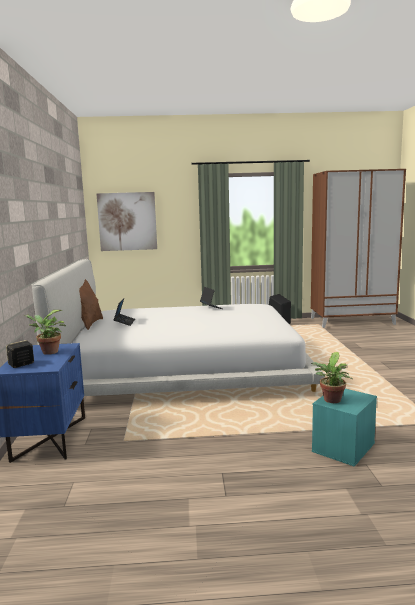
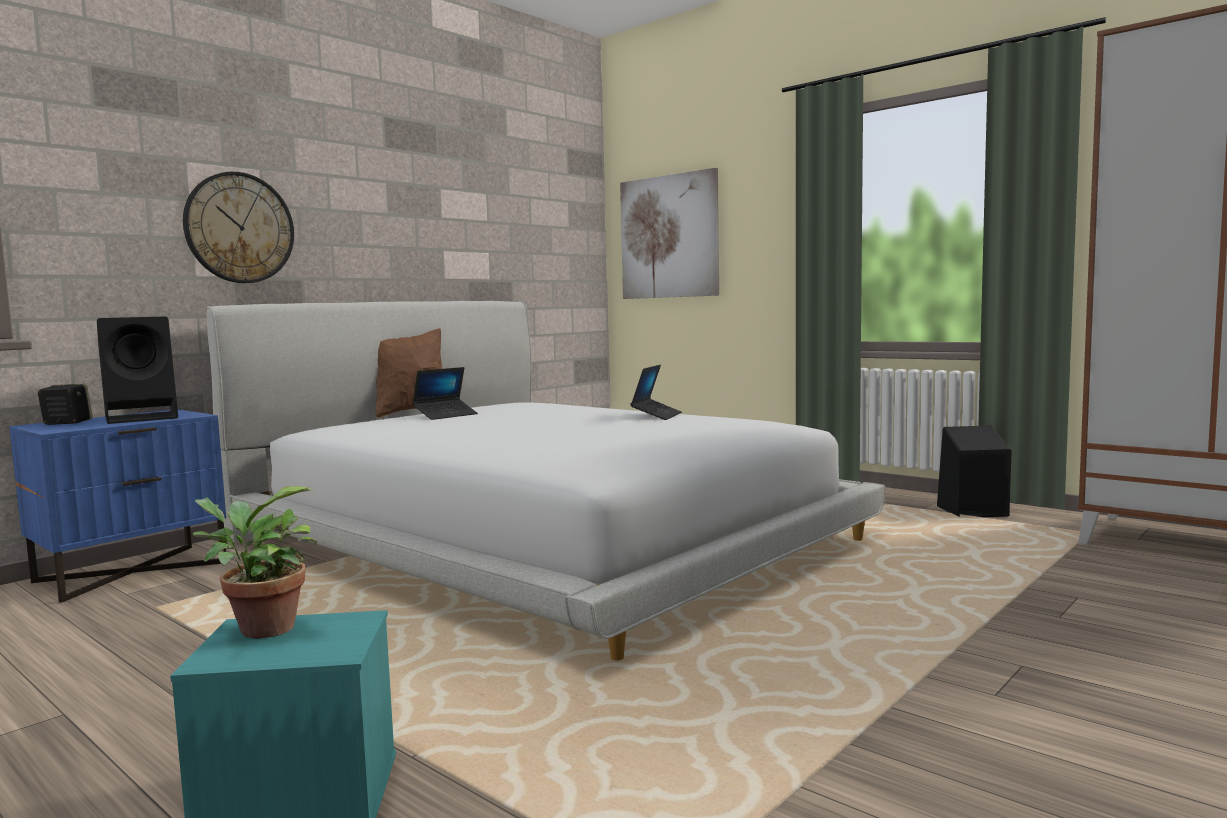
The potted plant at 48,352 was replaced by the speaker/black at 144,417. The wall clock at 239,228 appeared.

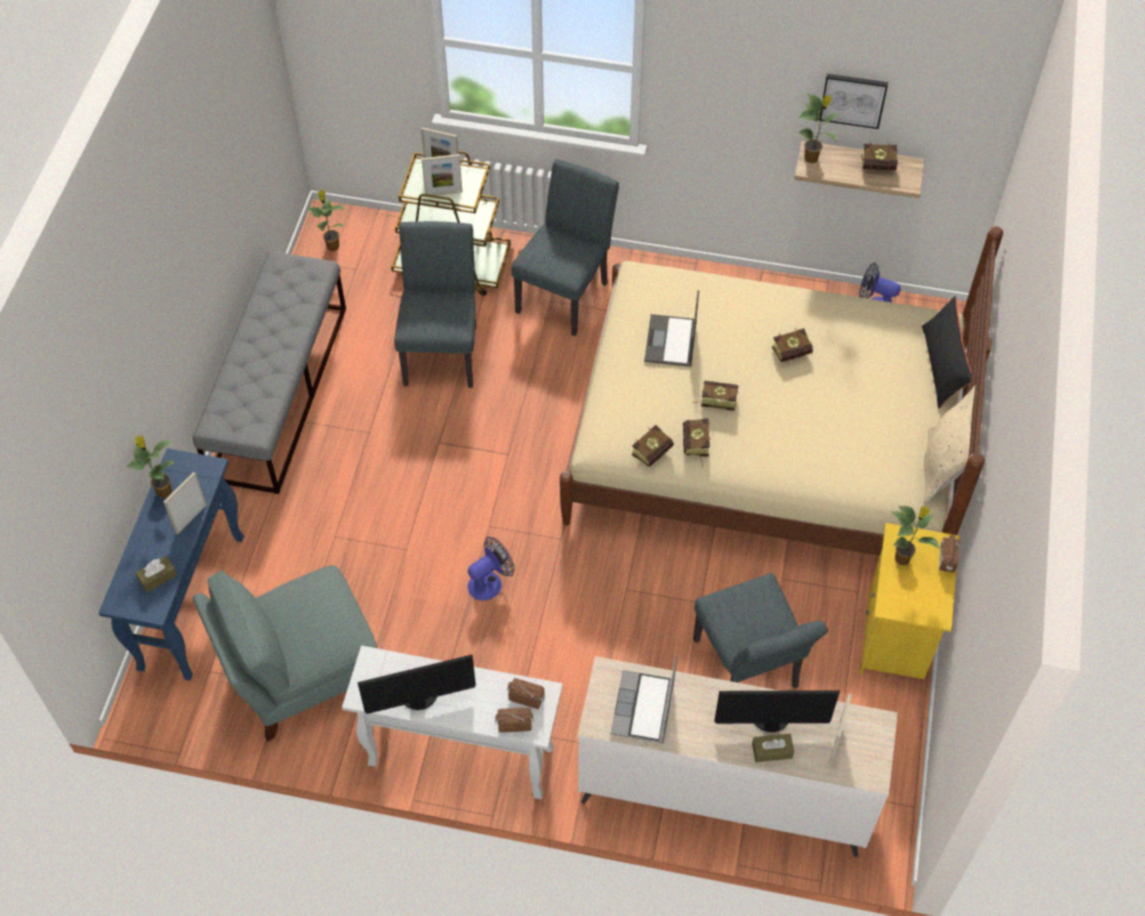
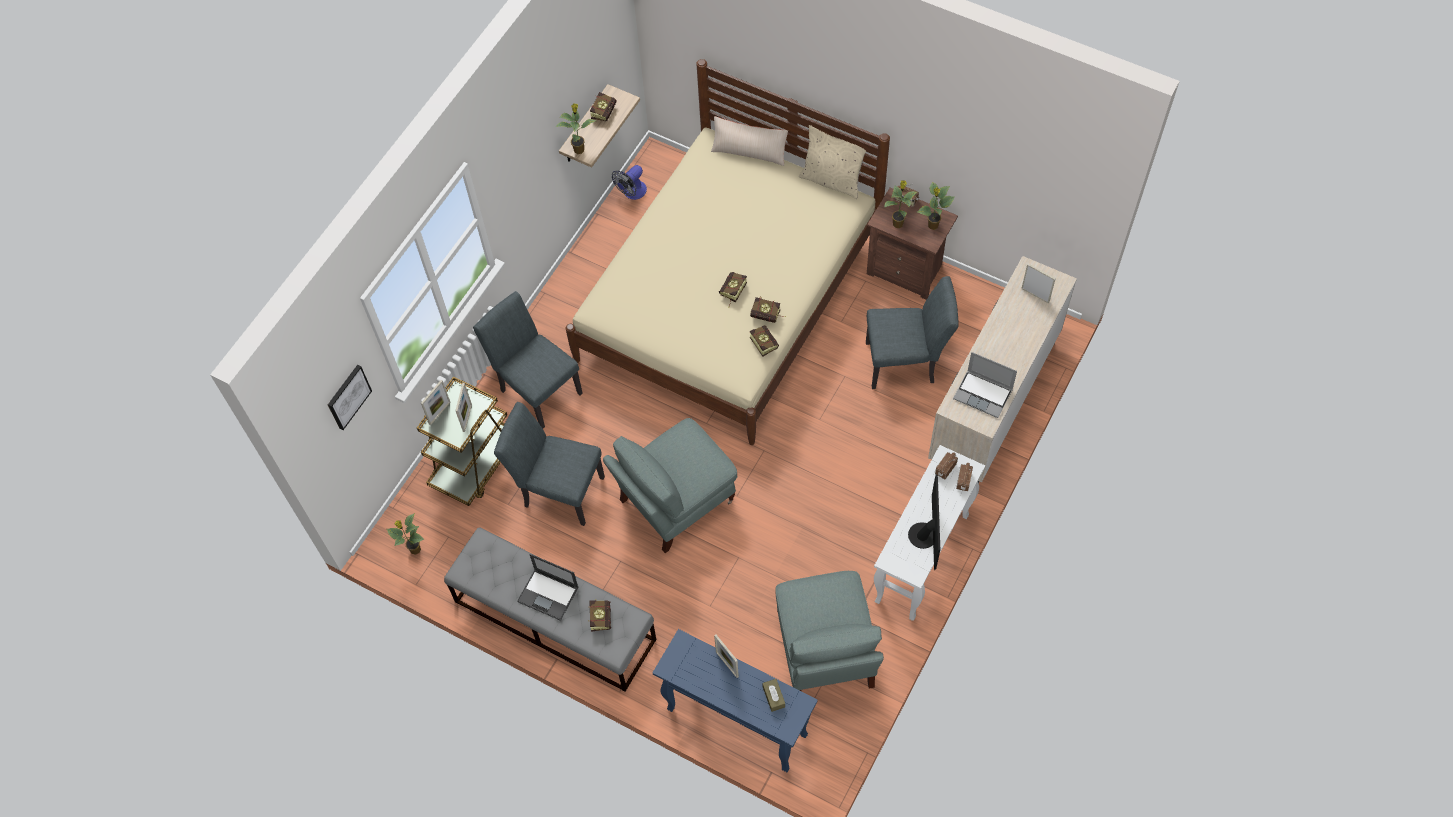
The picture moved from 853,99 to 348,396. The laptop moved from 671,342 to 549,594. The pillow/black at 942,366 became the pillow/beige at 749,151. The book moved from 795,352 to 600,615. The potted plant moved from 163,491 to 932,226. The nightstand/yellow at 896,638 became the nightstand/brown at 907,270. The fan at 490,582 disappeared. The monitor at 770,718 disappeared. The tissue box/brown at 772,751 disappeared. The armchair/grey at 675,501 appeared.

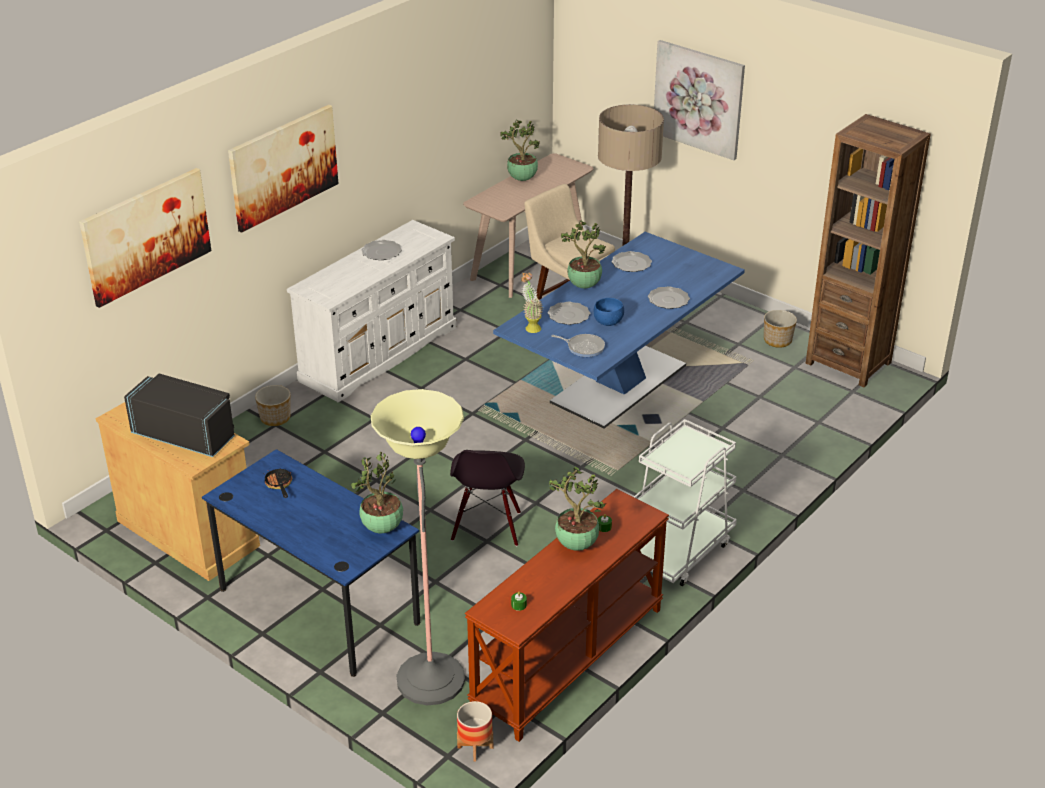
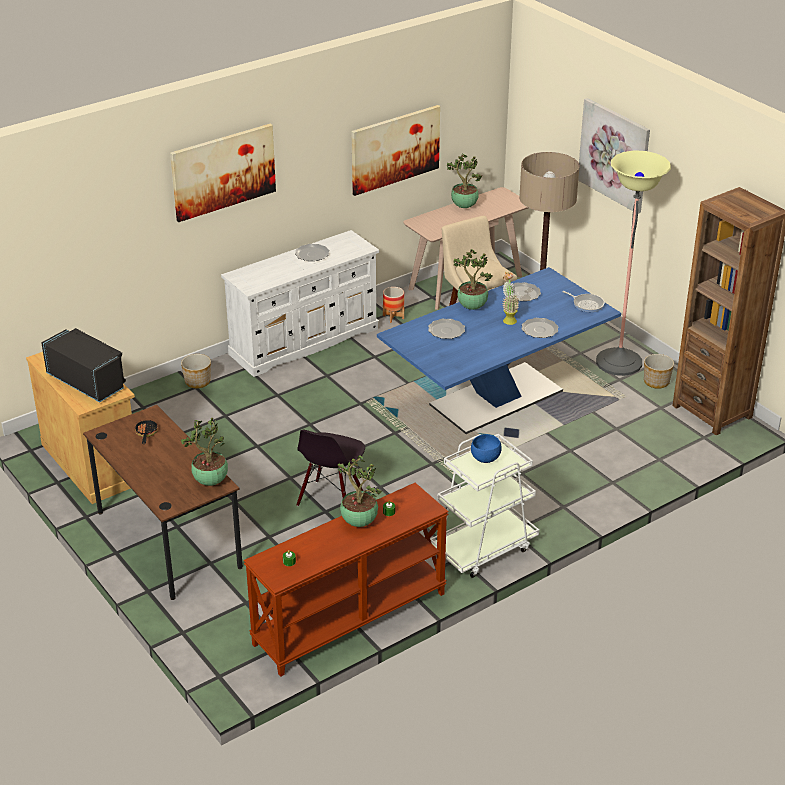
The picture moved from 146,236 to 395,149. The potted plant moved from 530,327 to 508,319. The bowl/blue moved from 608,322 to 485,458. The frying pan moved from 583,347 to 586,304. The floor lamp moved from 431,679 to 619,362. The desk/blue at 318,606 became the desk/brown at 168,539. The planter moved from 475,747 to 393,317.

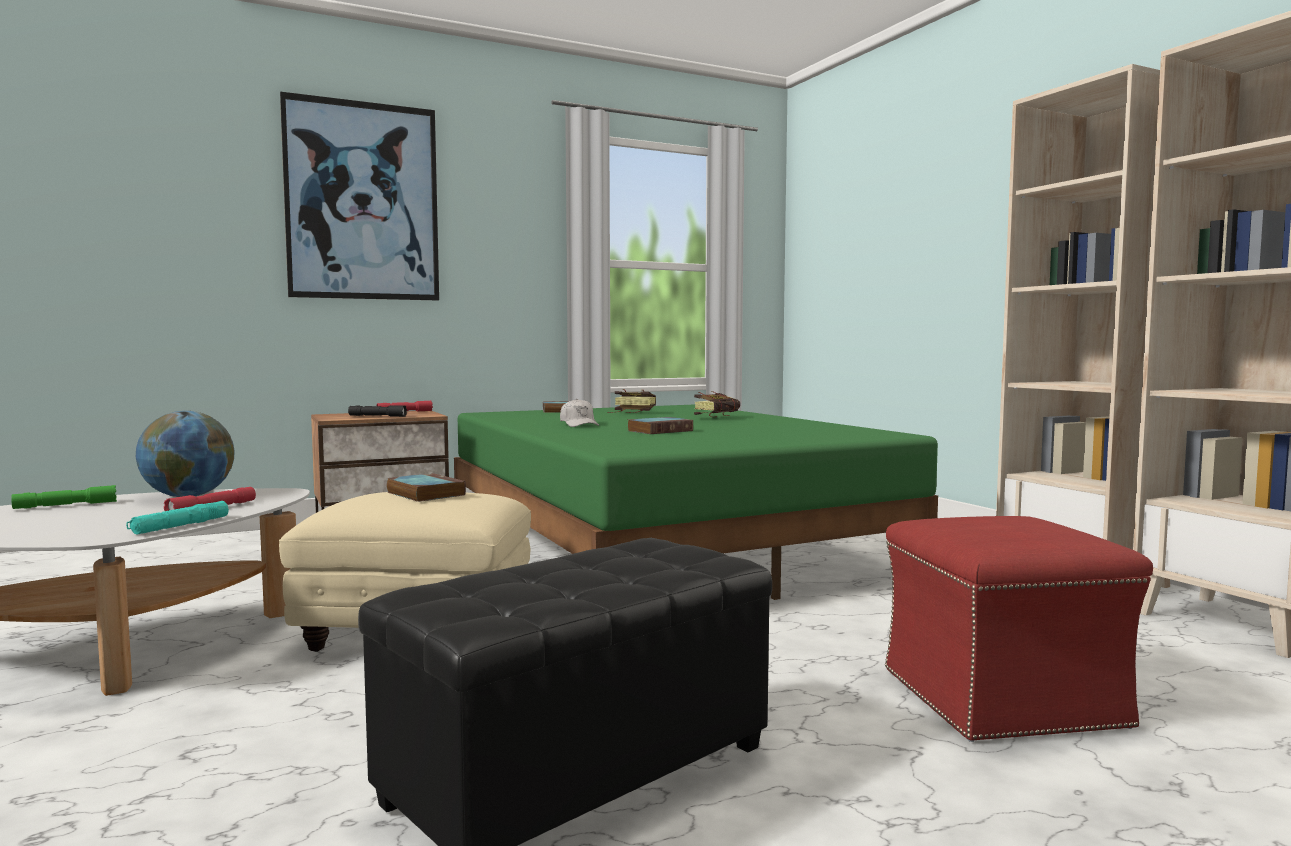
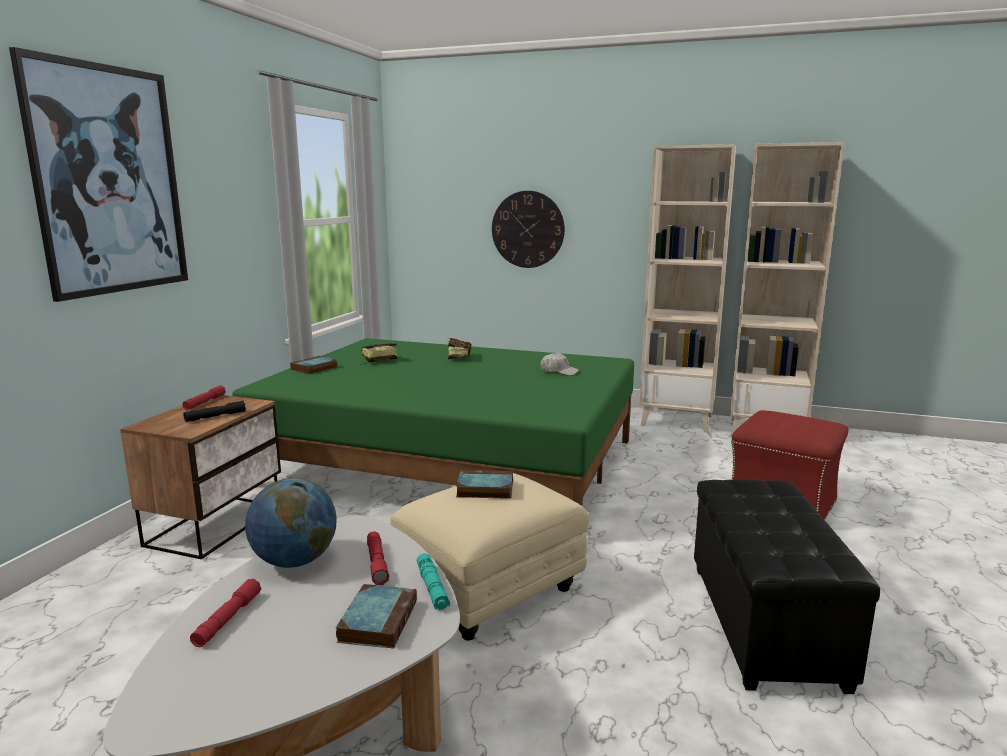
The cap/white moved from 579,424 to 559,371. The book moved from 660,430 to 378,620. The flashlight/green at 66,505 became the flashlight/red at 228,619. The wall clock at 528,229 appeared.

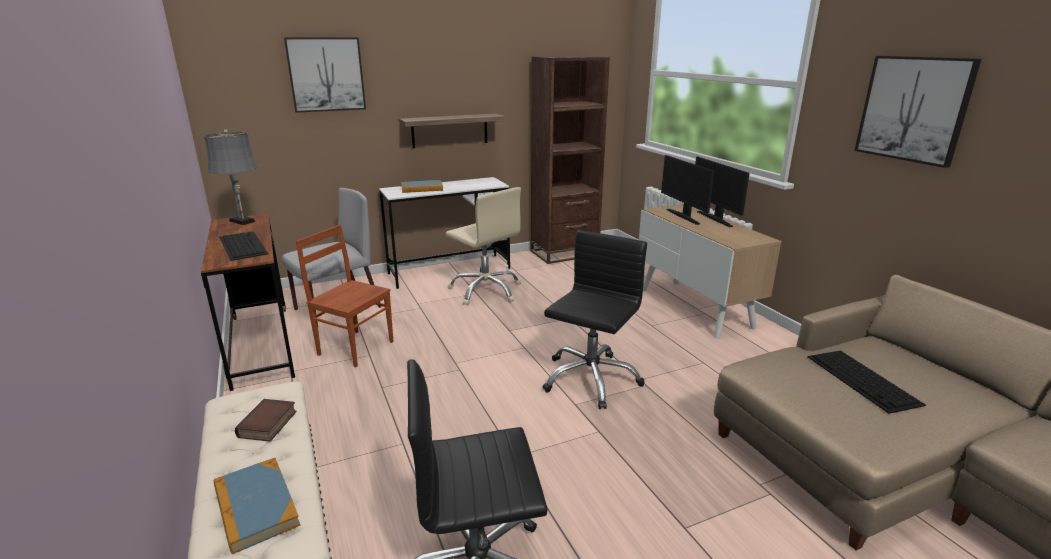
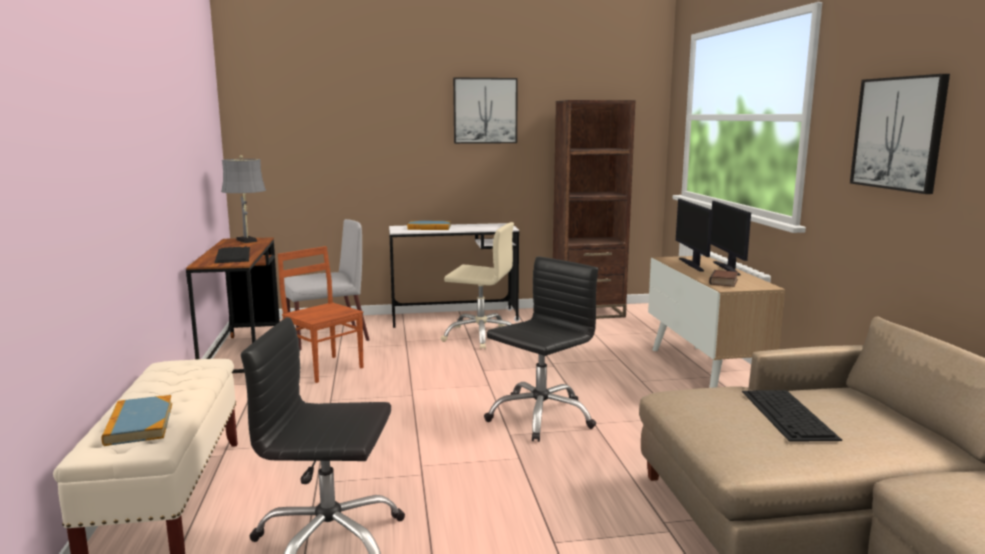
The picture moved from 326,74 to 485,110. The shelf at 450,130 disappeared. The office chair/beige at 486,290 turned 45 degrees counterclockwise. The book moved from 268,425 to 724,282.

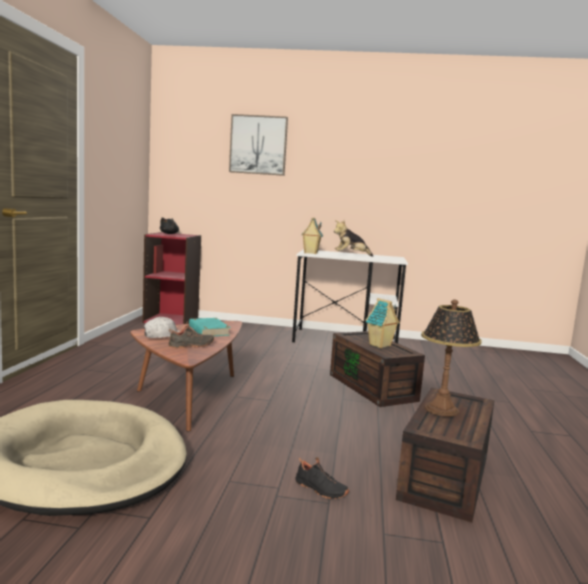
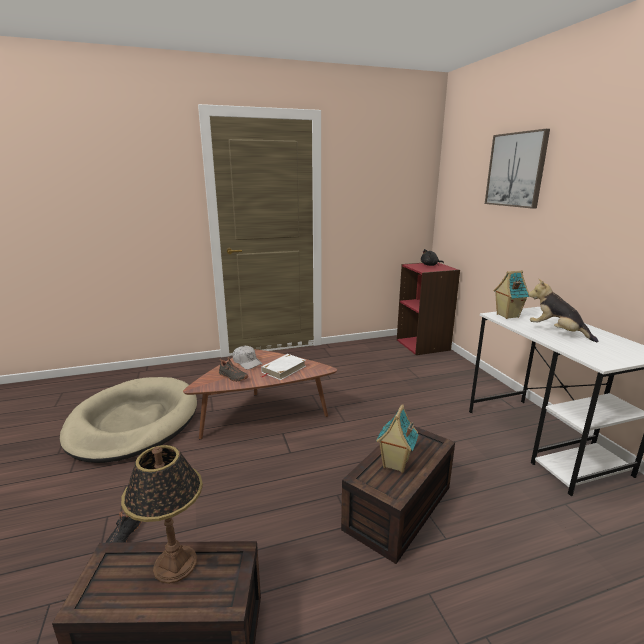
The book/turquoise at 208,331 became the book/white at 283,369.

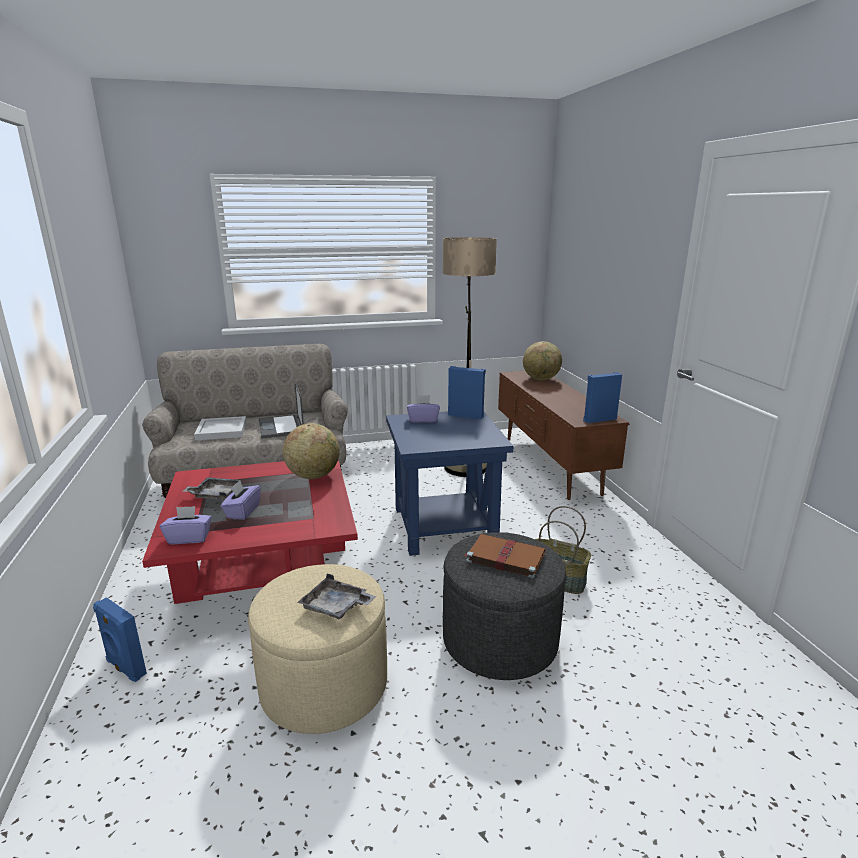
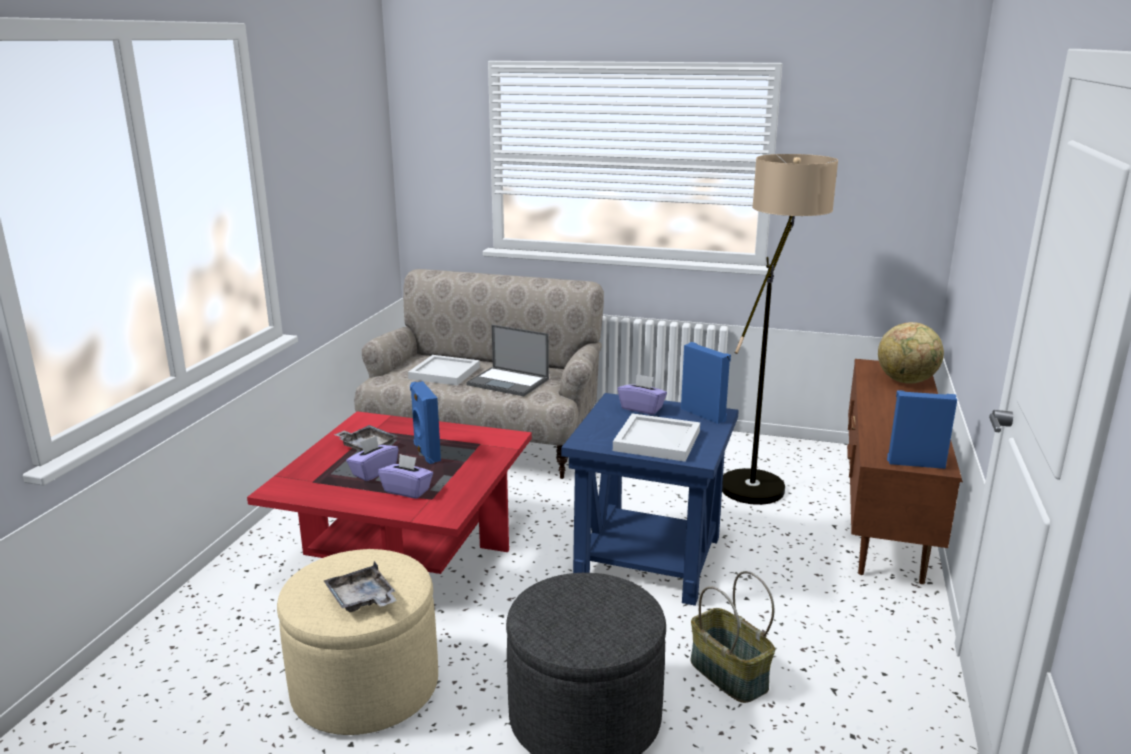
The laptop at 281,427 turned 75 degrees counterclockwise. The globe at 313,476 disappeared. The tissue box/purple moved from 189,538 to 407,490. The book/brown at 504,557 disappeared. The speaker/blue moved from 125,668 to 426,453. The tray/white at 655,441 appeared.

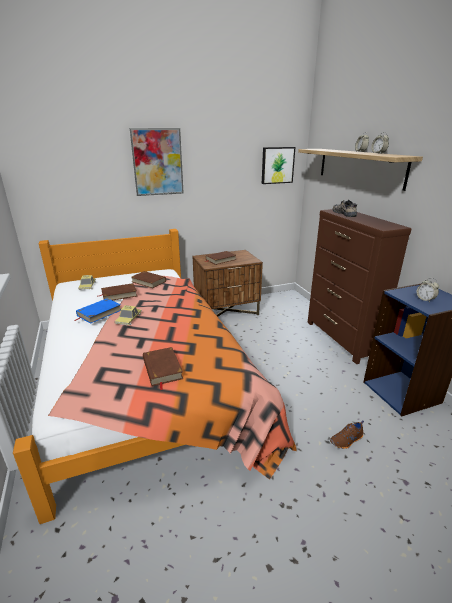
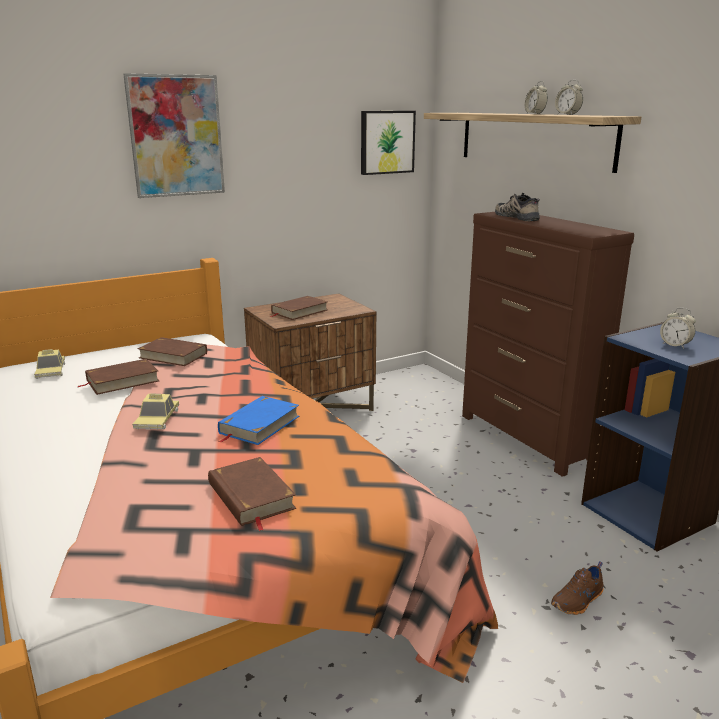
The book/blue moved from 99,313 to 259,425.

